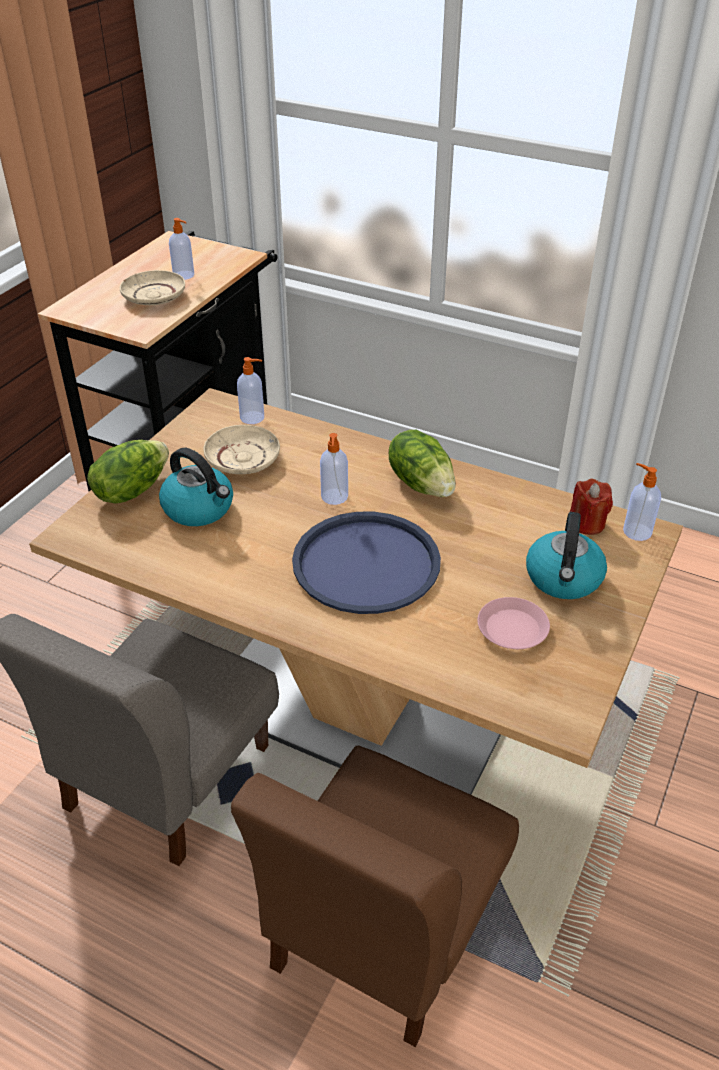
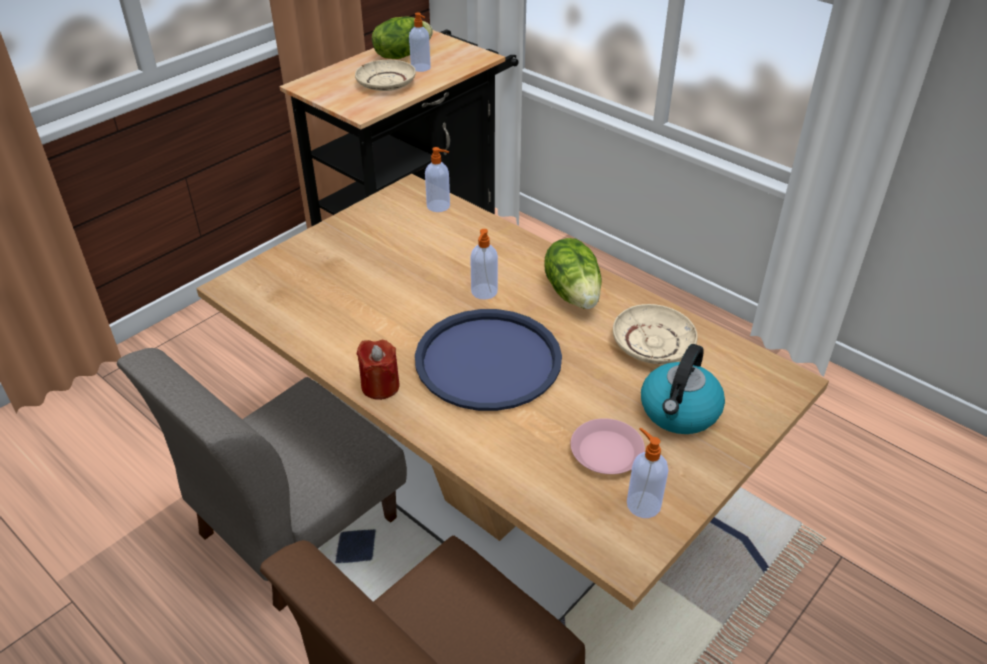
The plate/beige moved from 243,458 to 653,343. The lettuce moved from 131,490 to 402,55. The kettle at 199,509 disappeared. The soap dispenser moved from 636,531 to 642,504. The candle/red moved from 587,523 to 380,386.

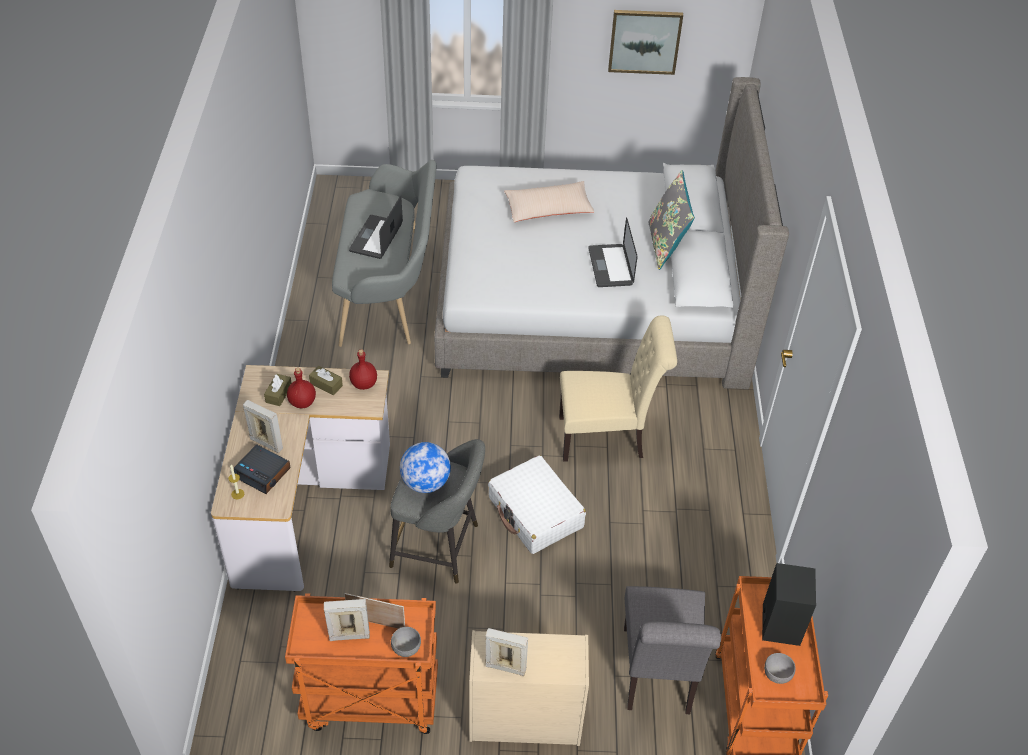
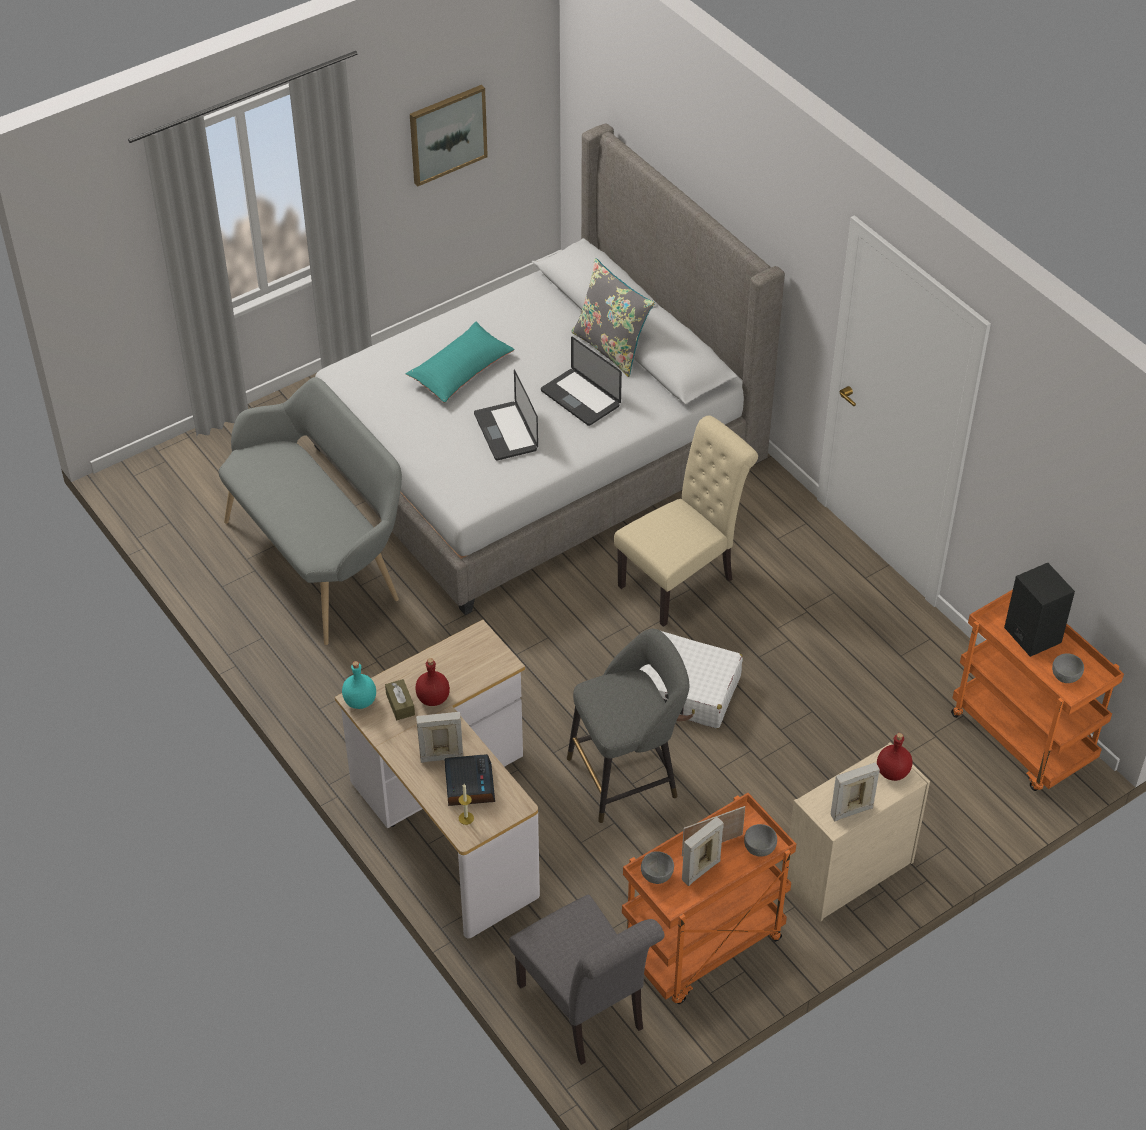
The pillow/beige at 548,209 became the pillow/turquoise at 461,371. The laptop moved from 376,238 to 506,432. The bottle/red moved from 364,384 to 893,773. The tissue box/brown at 326,384 disappeared. The globe at 425,483 disappeared. The alarm clock at 263,473 turned 90 degrees counterclockwise. The chair/grey moved from 657,676 to 586,1012. The bottle/turquoise at 359,701 appeared. The bowl/grey at 656,876 appeared.

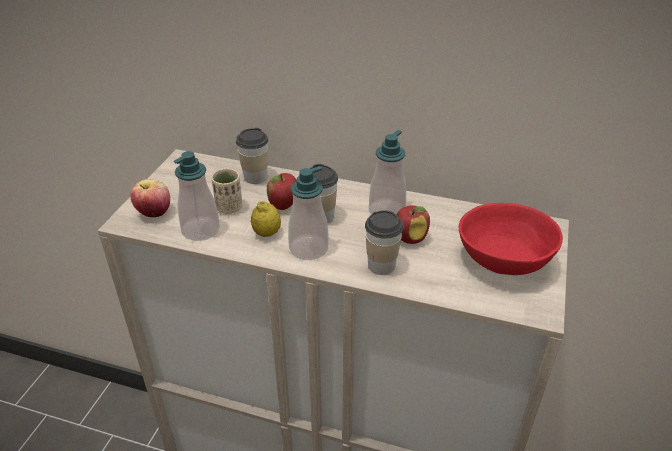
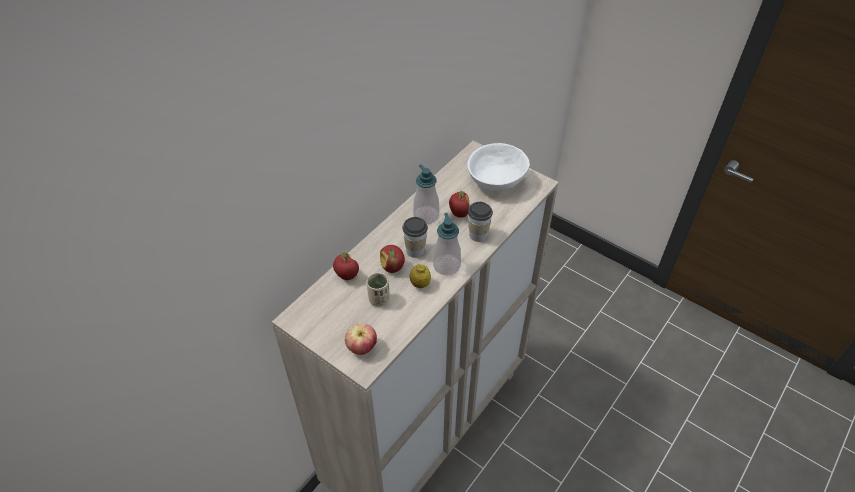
The cup at 255,177 was replaced by the apple at 347,276. The soap dispenser at 200,230 disappeared. The bowl/red at 505,261 became the bowl/white at 497,180.

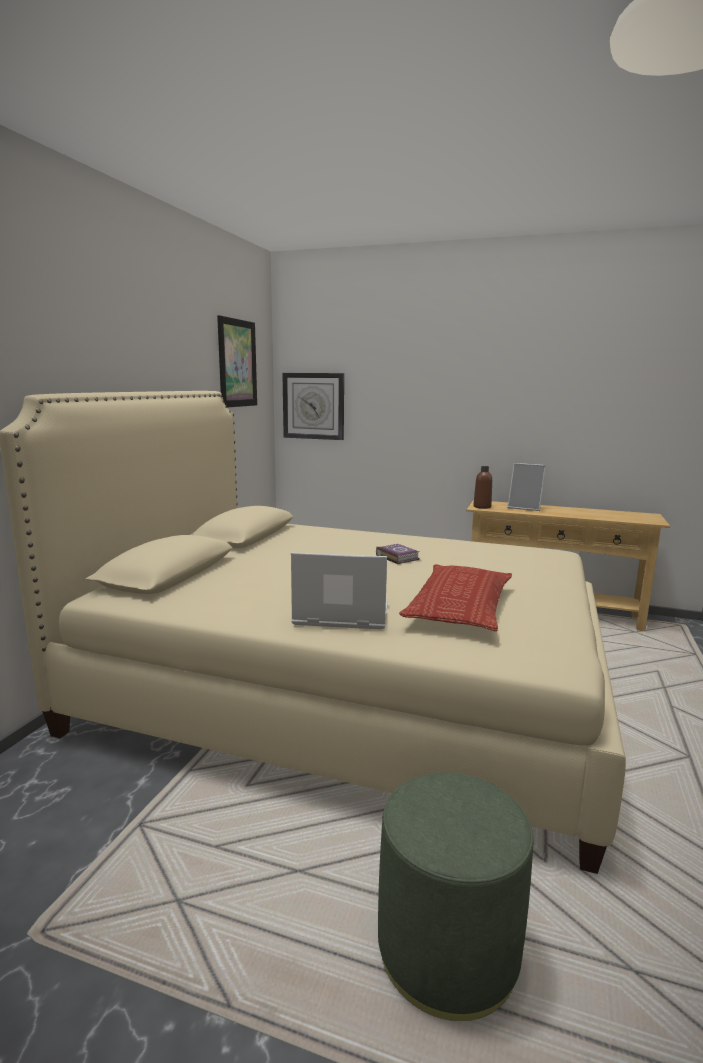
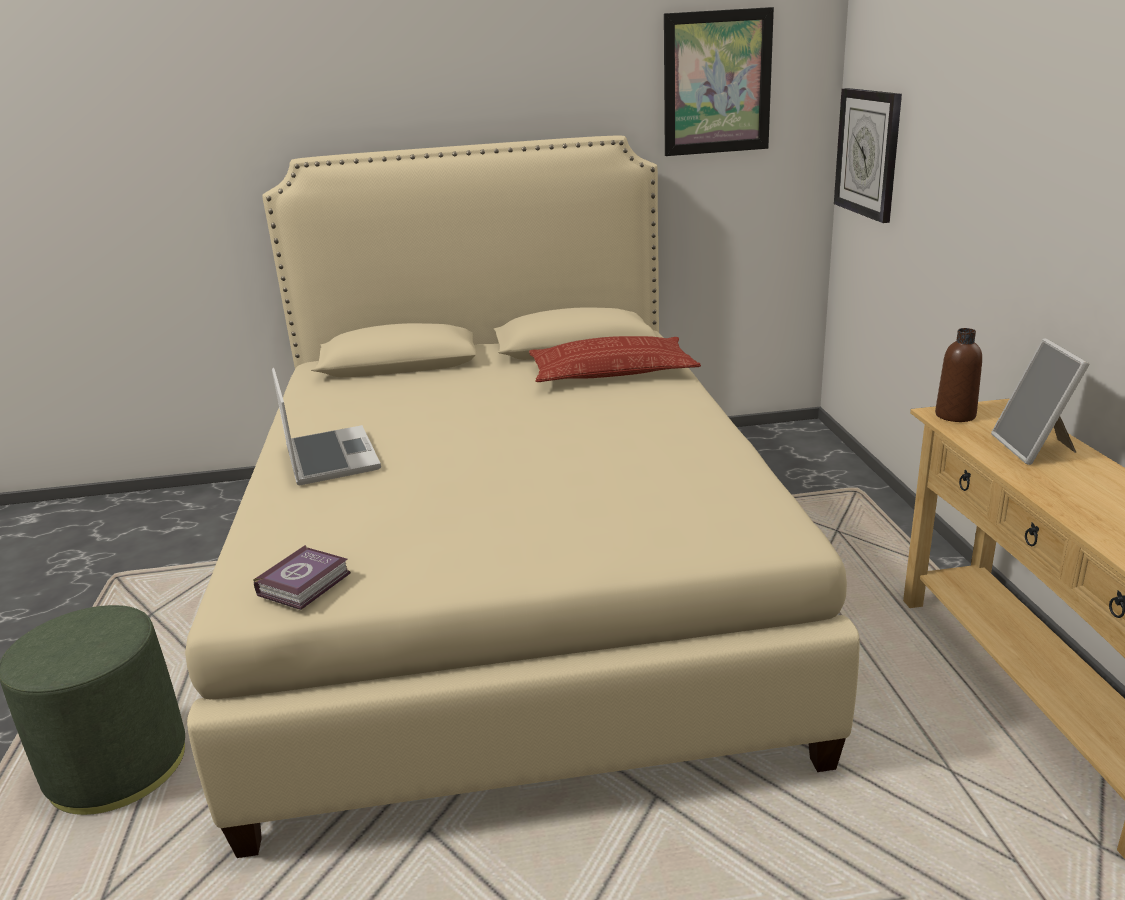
The book moved from 397,557 to 307,583. The pillow moved from 460,606 to 611,372.

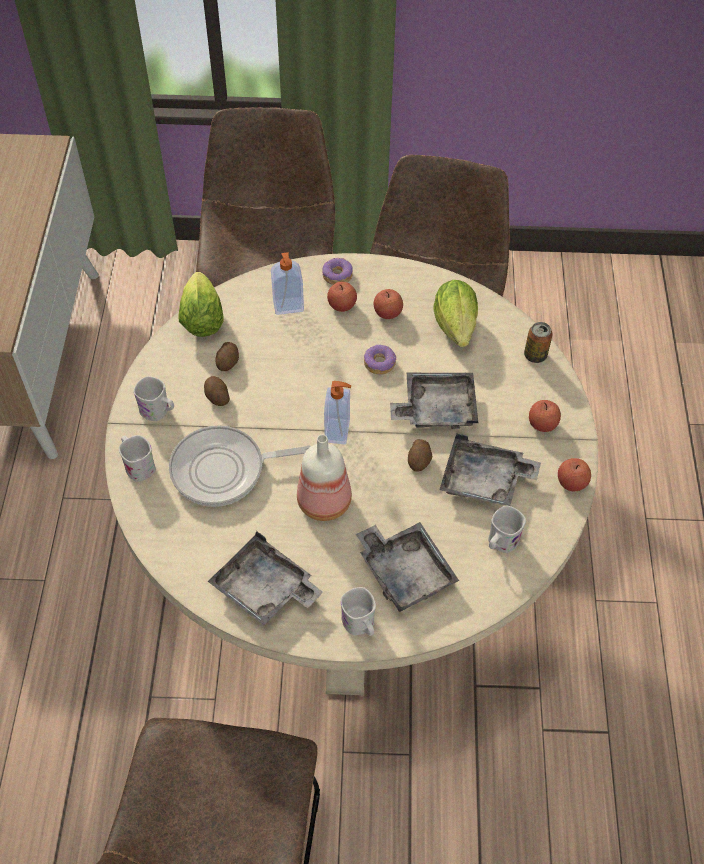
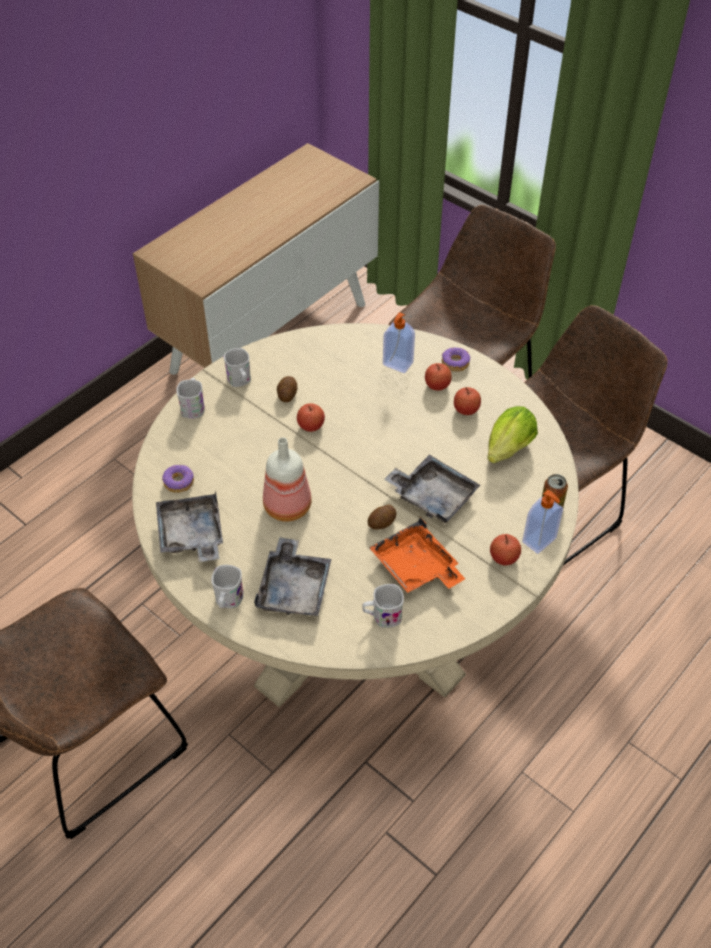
The lettuce at 202,316 disappeared. The potato at 228,362 disappeared. The donut moved from 379,363 to 179,482. The soap dispenser moved from 338,431 to 540,541. The frying pan at 224,470 disappeared. The tray/grey at 484,481 became the tray/orange at 416,567. The apple moved from 571,482 to 311,426.

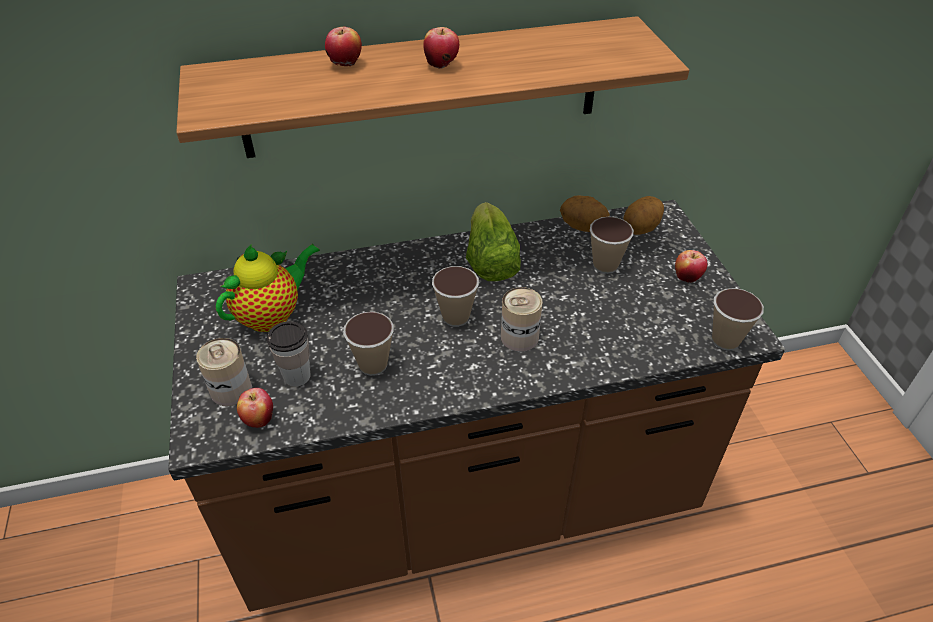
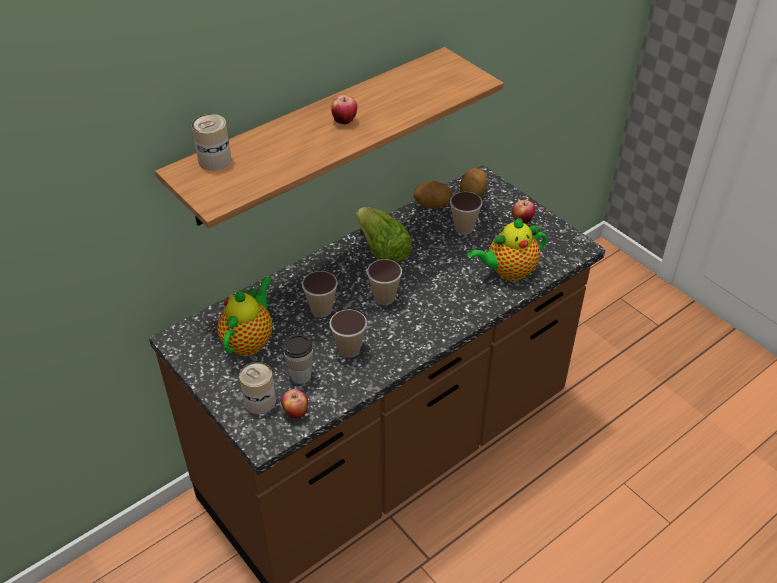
The apple at 345,65 disappeared. The can moved from 519,337 to 214,160. The cup moved from 725,340 to 321,310. The teapot at 508,272 appeared.

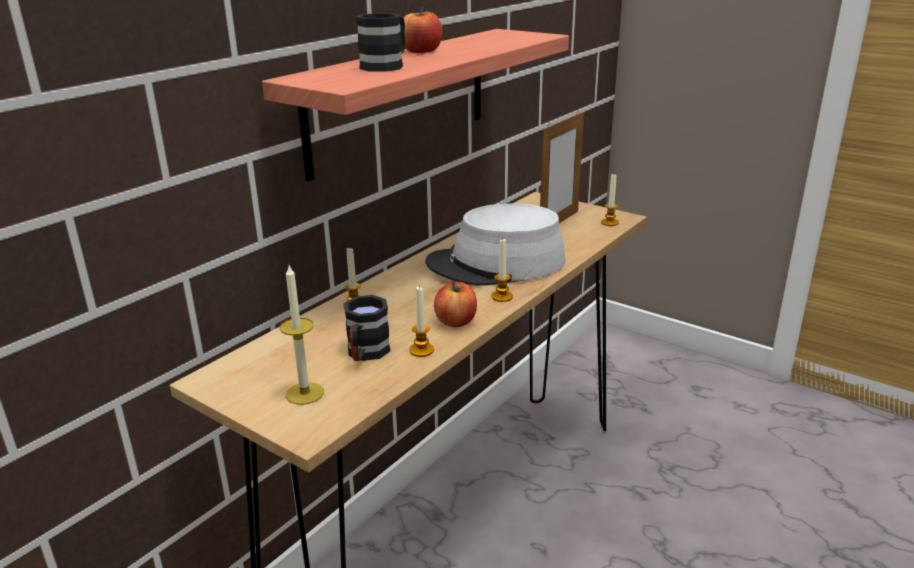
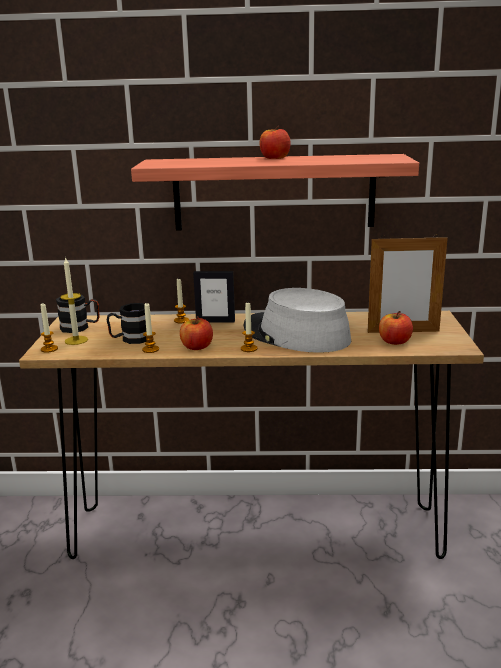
The mug/black moved from 387,65 to 80,327. The candle moved from 609,223 to 49,349. The picture frame at 215,321 appeared. The apple at 395,342 appeared.

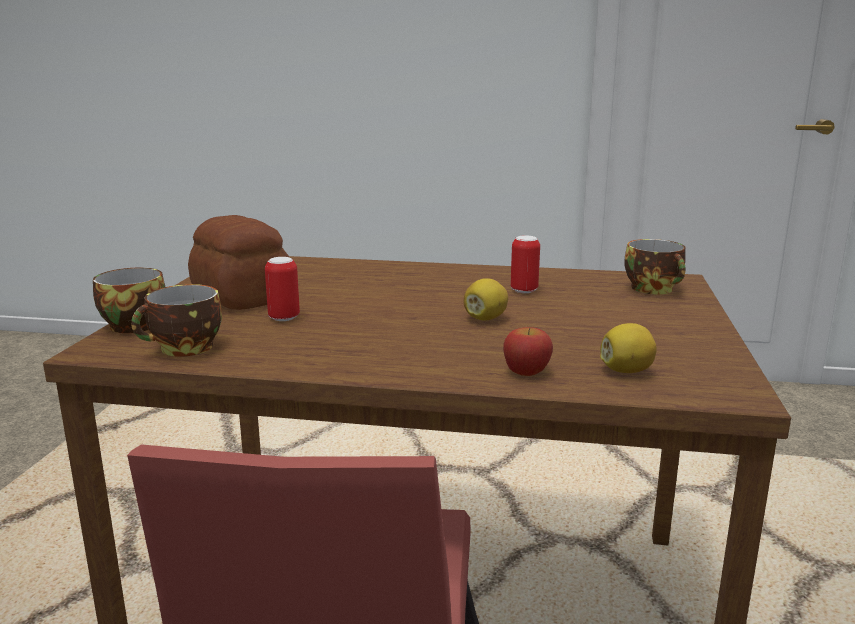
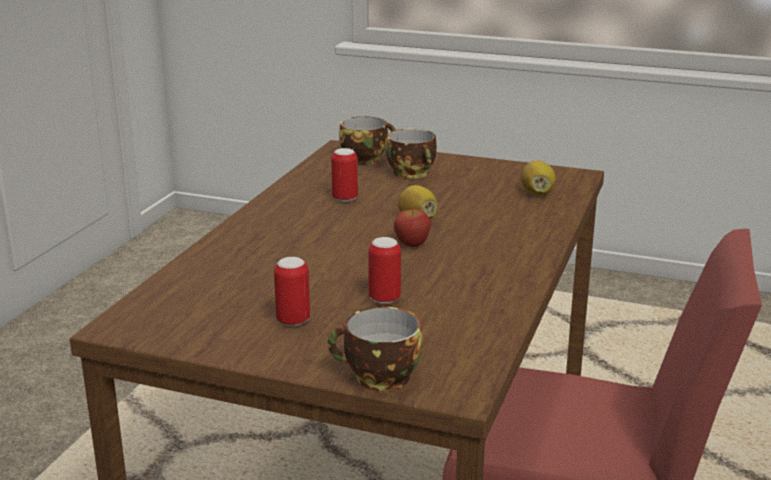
The bread at 243,295 was replaced by the can at 293,321. The cup moved from 184,349 to 413,174. The apple moved from 526,372 to 412,244.

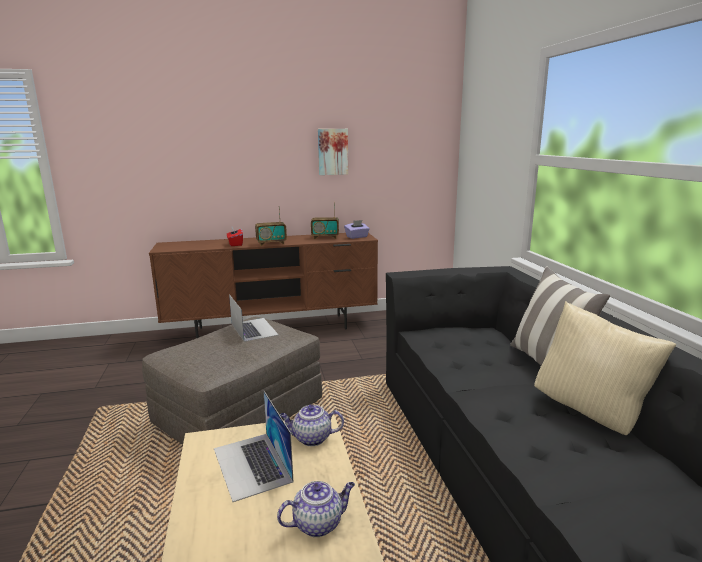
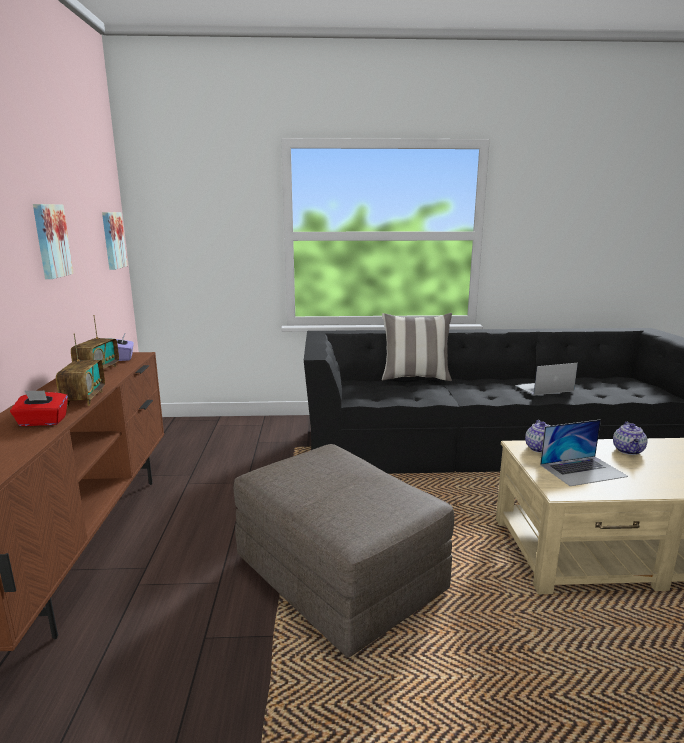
The laptop moved from 254,329 to 544,388. The pillow/beige at 591,412 disappeared. The teapot at 318,523 turned 150 degrees counterclockwise. The picture at 112,240 appeared.

